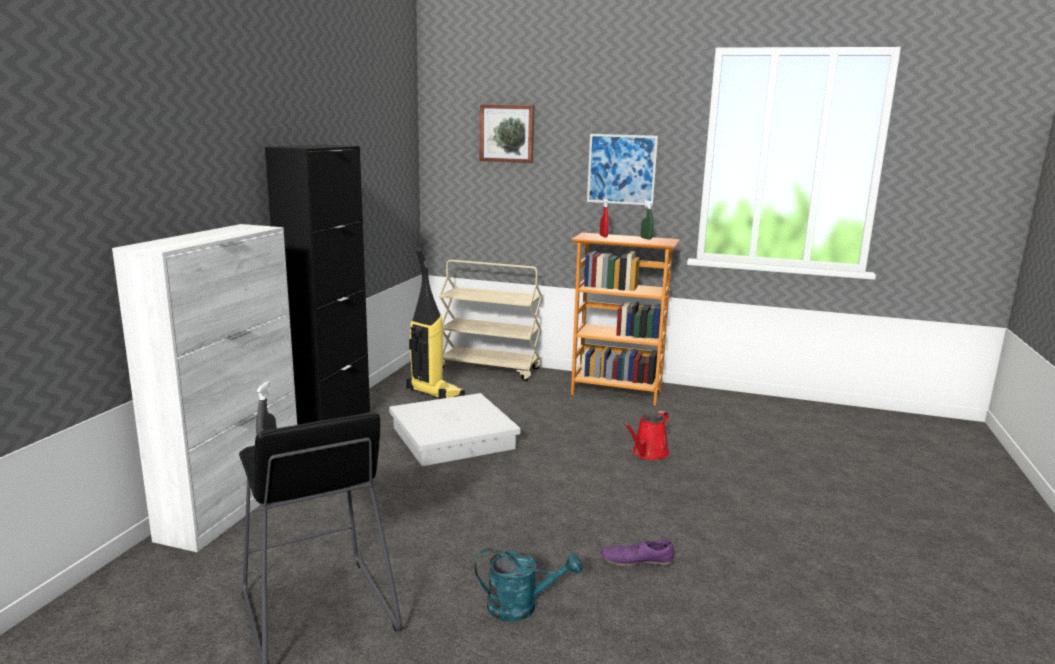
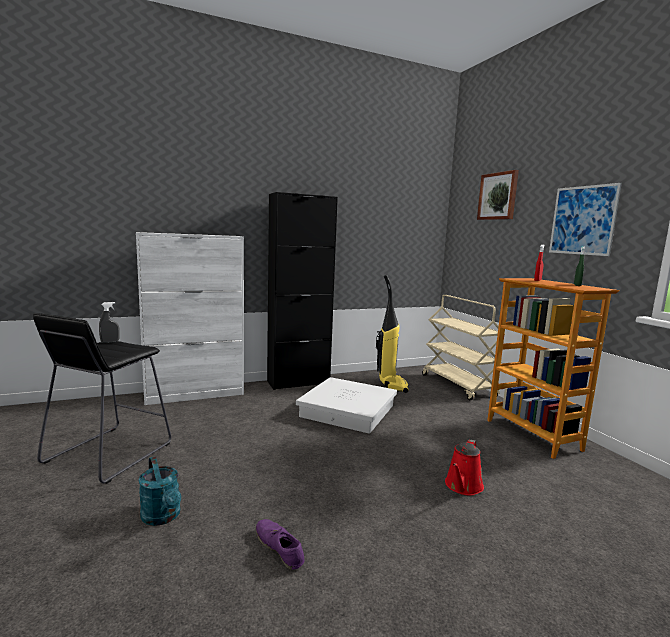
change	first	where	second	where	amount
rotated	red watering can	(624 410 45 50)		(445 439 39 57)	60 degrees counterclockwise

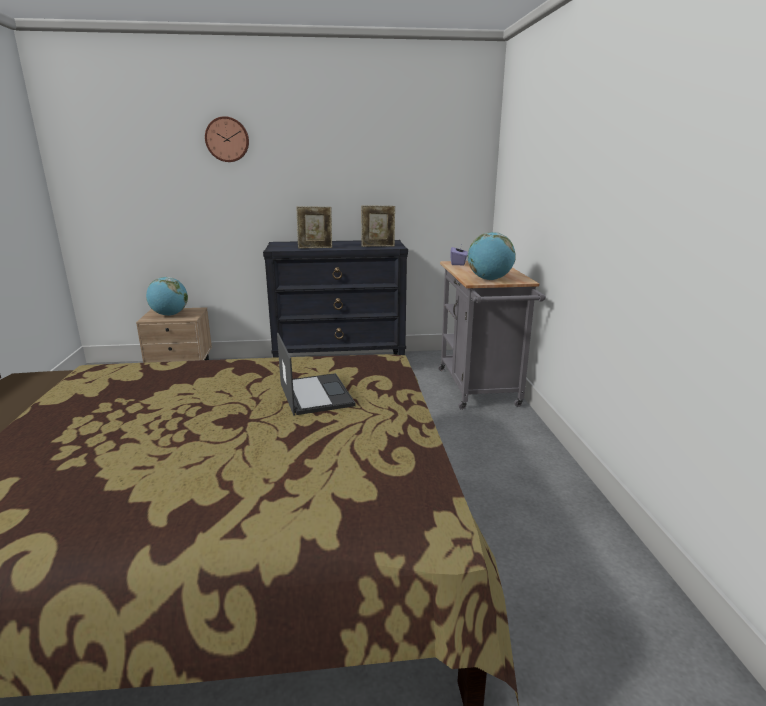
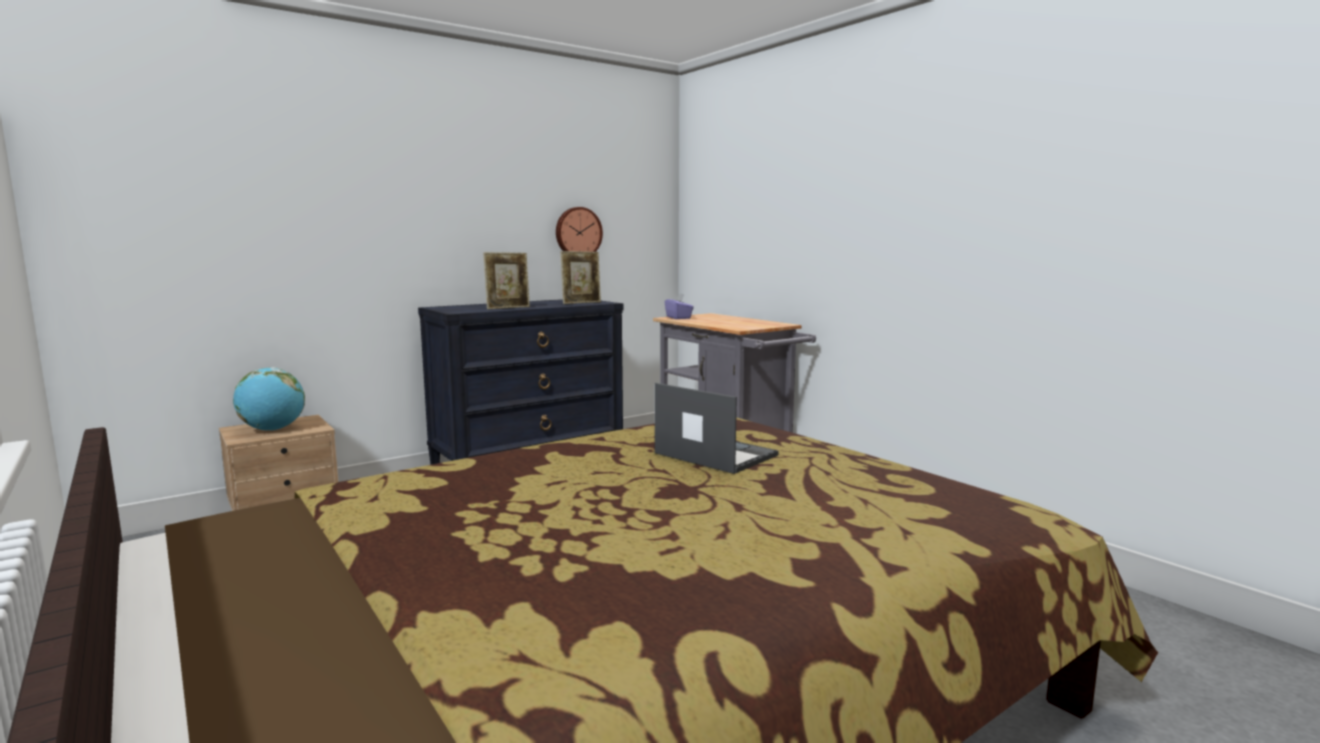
change	first	where	second	where	amount
shifted	wall clock	(205 116 44 46)		(556 207 47 45)	
gone	globe	(468 232 48 48)			

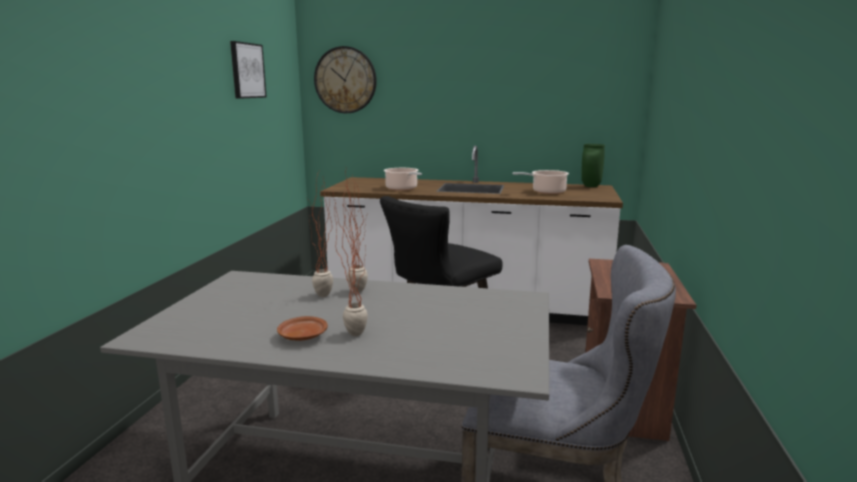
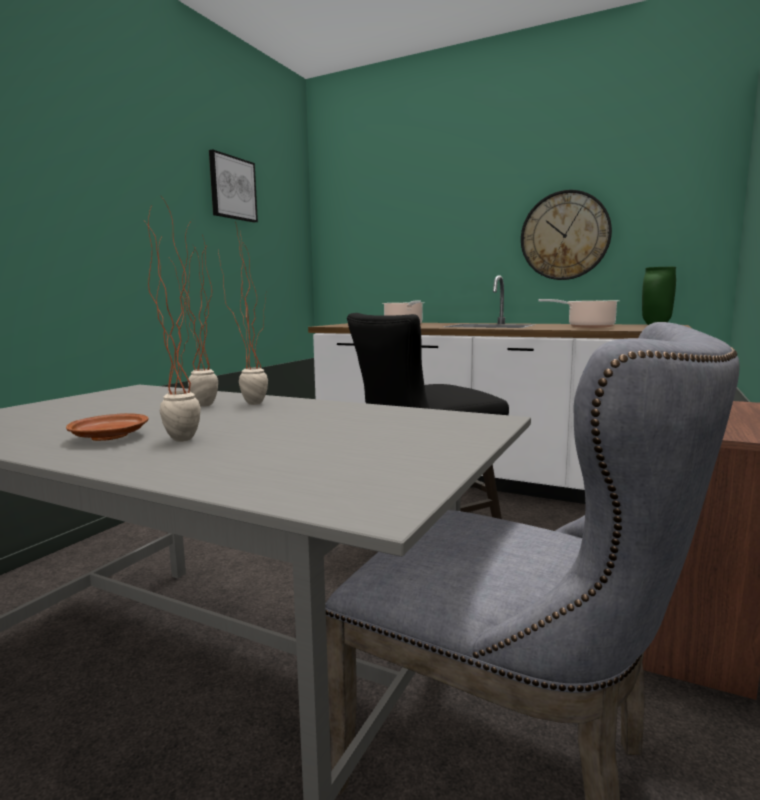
change	first	where	second	where	amount
shifted	wall clock	(314 46 63 67)		(521 190 91 90)	

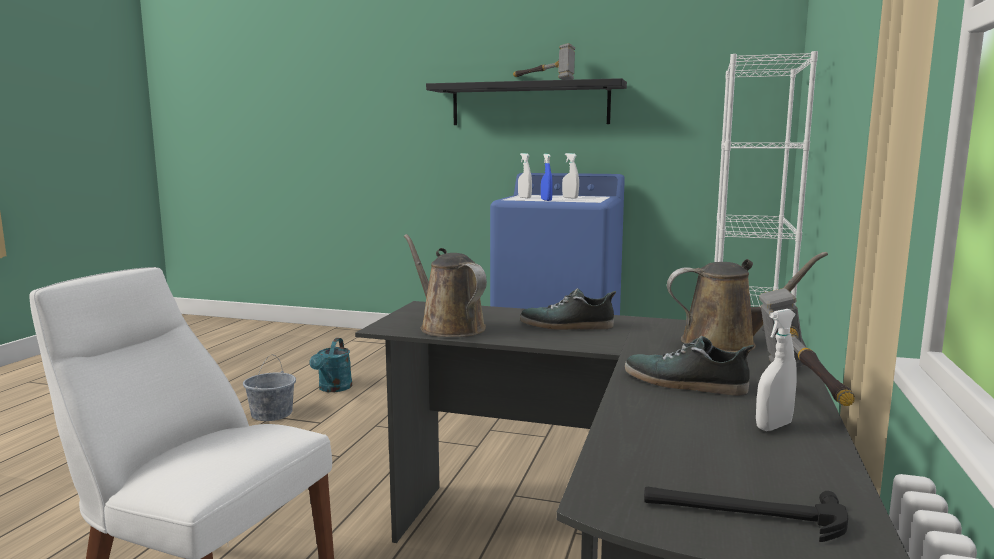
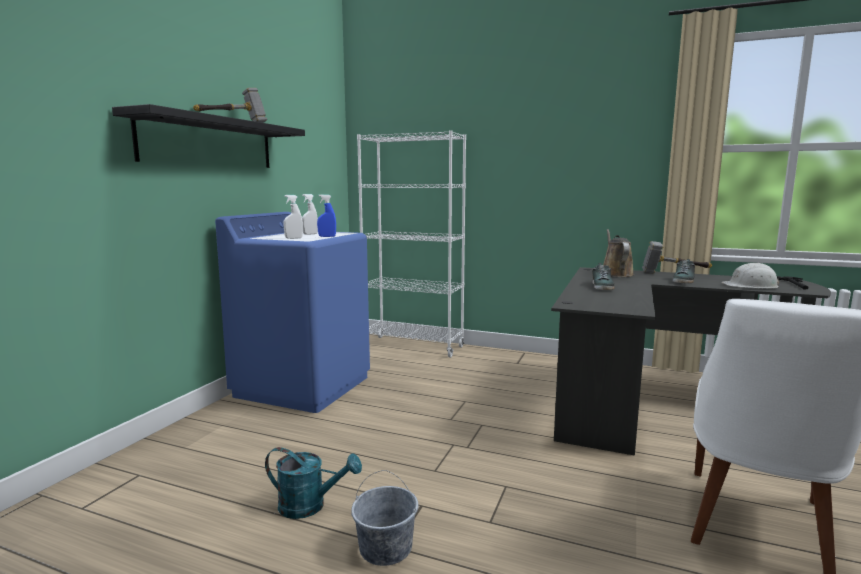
change	first	where	second	where	amount
new			white hard hat	(721 263 58 26)	
gone	brown watering can	(404 234 83 103)			
gone	white spray bottle	(756 309 41 122)			

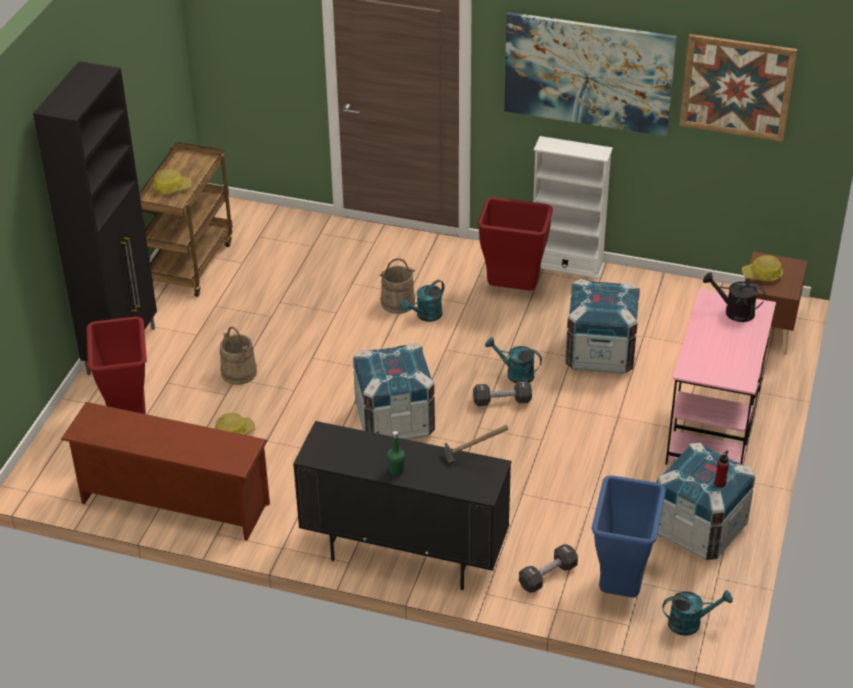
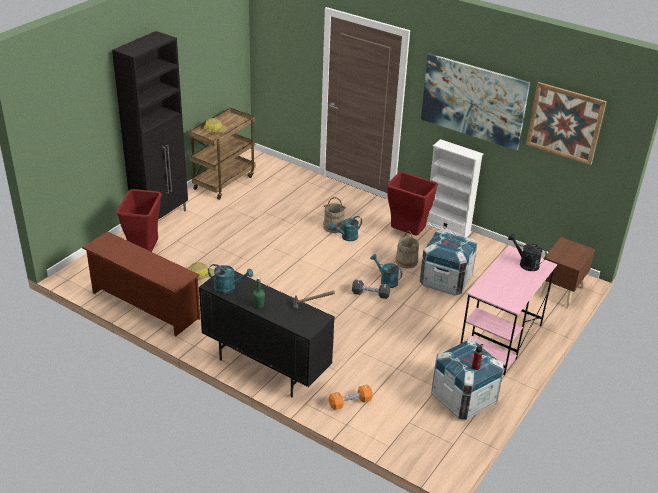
change	first	where	second	where	amount
shifted	turquoise watering can	(662 590 71 46)		(208 264 45 30)	
repainted	black dumbbell	(519 544 59 49)	orange dumbbell	(329 385 44 25)	
shifted	beige bucket	(220 327 37 58)		(395 230 24 38)	
gone	crate	(353 343 82 97)			
gone	blue trash can	(592 475 74 123)			
gone	hard hat	(742 255 41 26)			

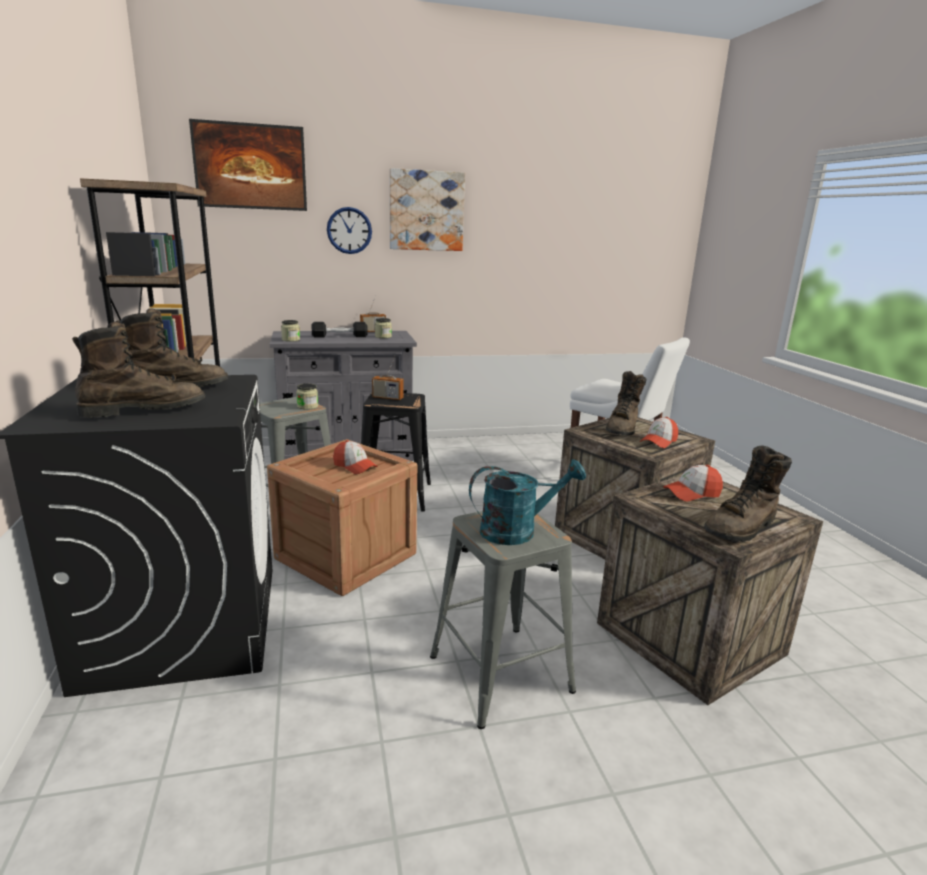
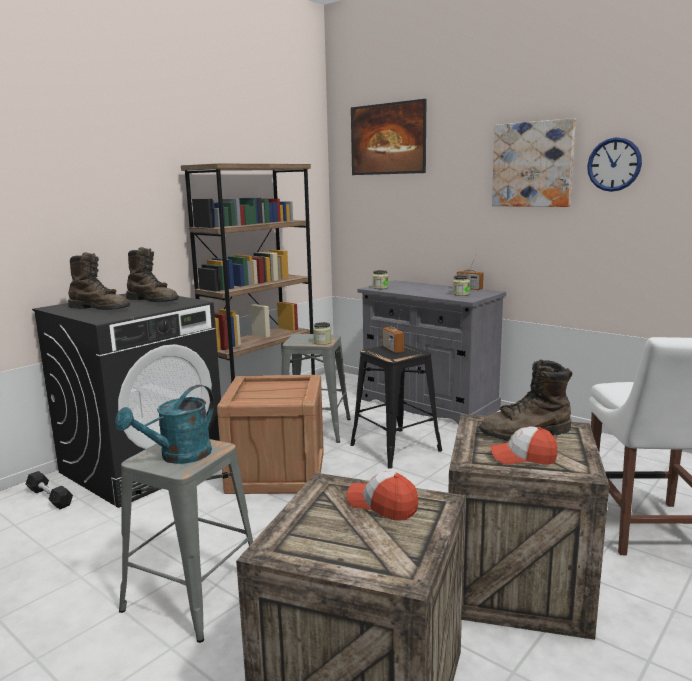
change	first	where	second	where	amount
shifted	black dumbbell	(311 322 57 16)		(26 471 47 38)	
rotated	turquoise watering can	(469 459 117 86)		(115 385 99 79)	90 degrees clockwise
shifted	wall clock	(327 207 45 47)		(587 137 55 55)	
gone	cap	(333 440 45 34)			
gone	brown boot	(704 446 88 96)			

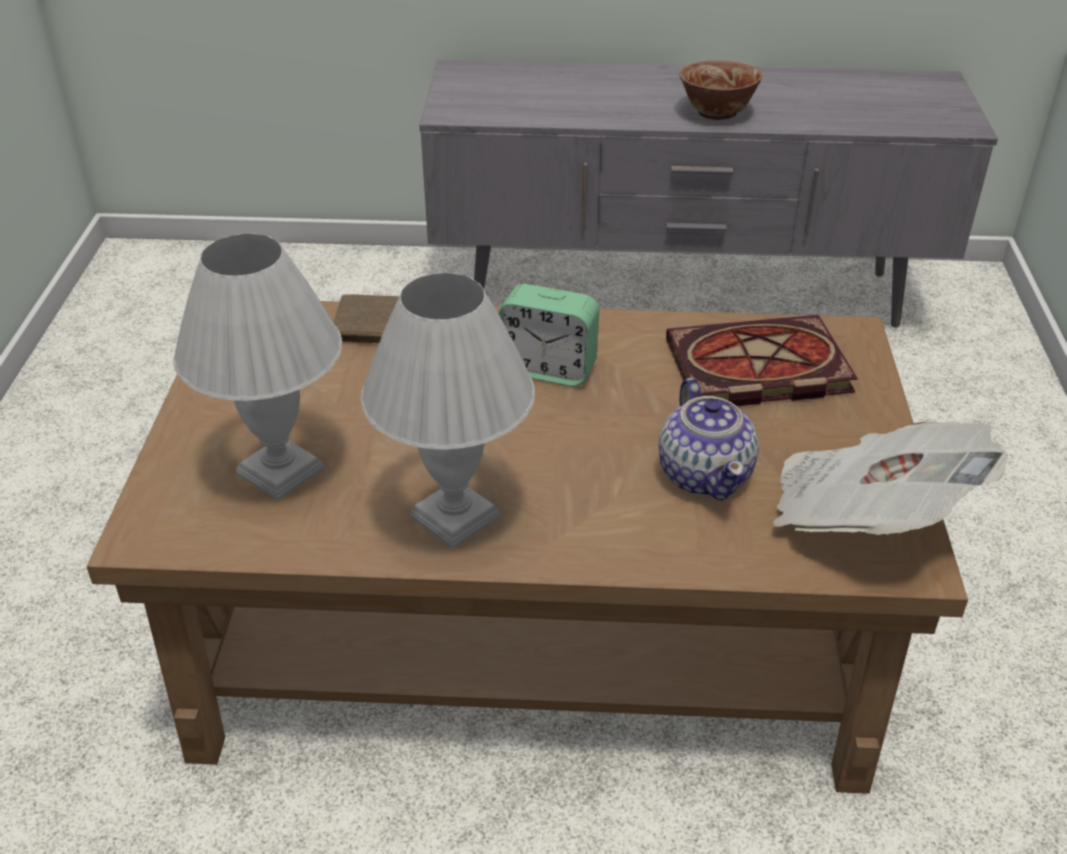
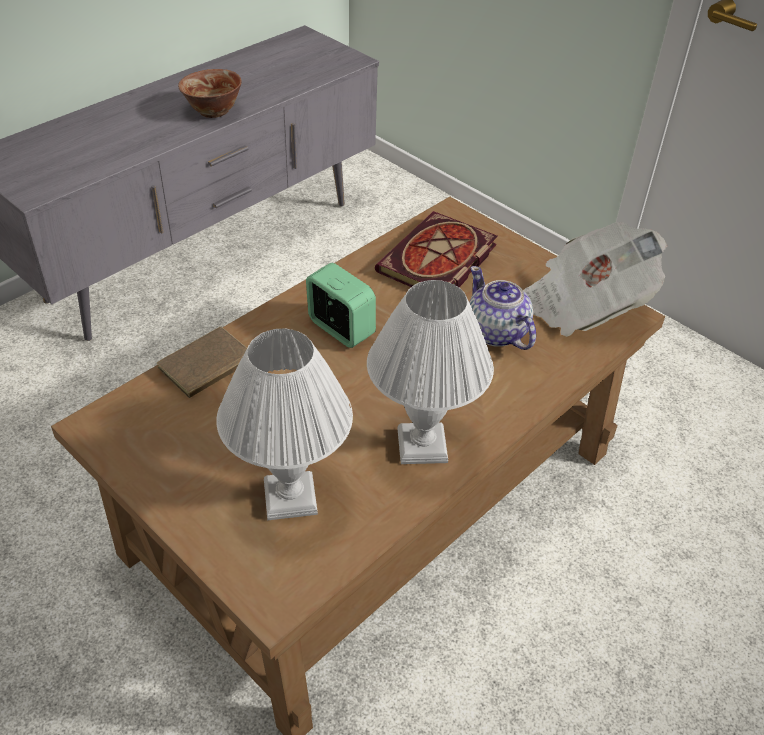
change	first	where	second	where	amount
rotated	alarm clock	(498 284 101 103)		(306 263 70 85)	105 degrees counterclockwise
rotated	teapot	(659 378 100 123)		(469 266 67 84)	150 degrees counterclockwise

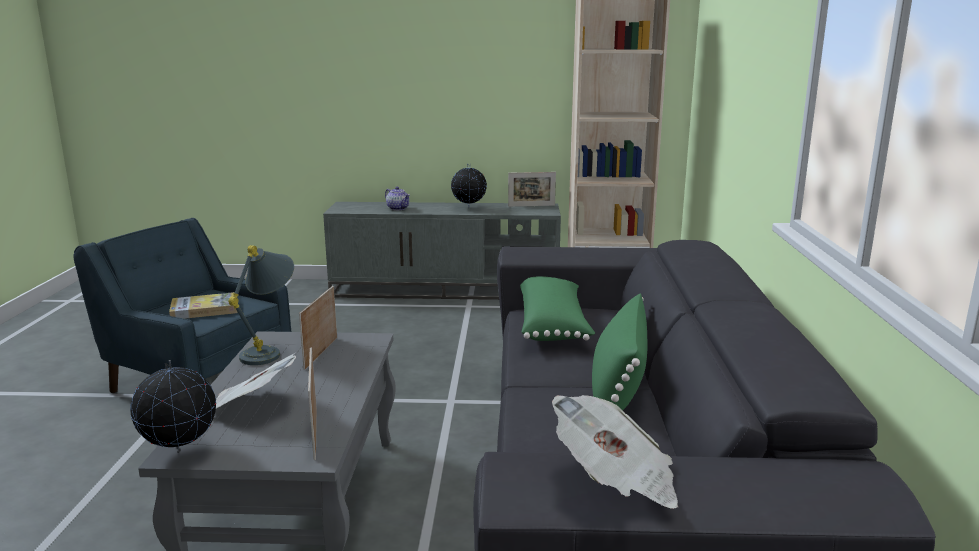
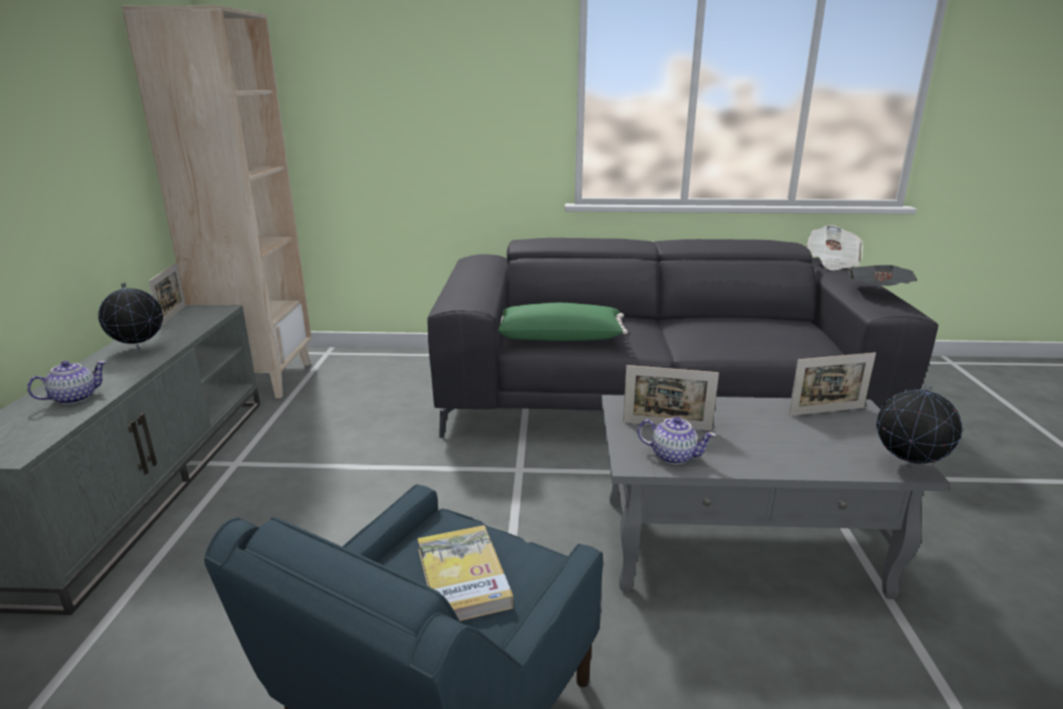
change	first	where	second	where	amount
swapped	grey table lamp	(228 245 66 120)	teapot	(638 417 77 47)	
shifted	newspaper	(216 353 80 56)		(806 225 57 45)	
gone	green pillow	(592 293 56 118)			

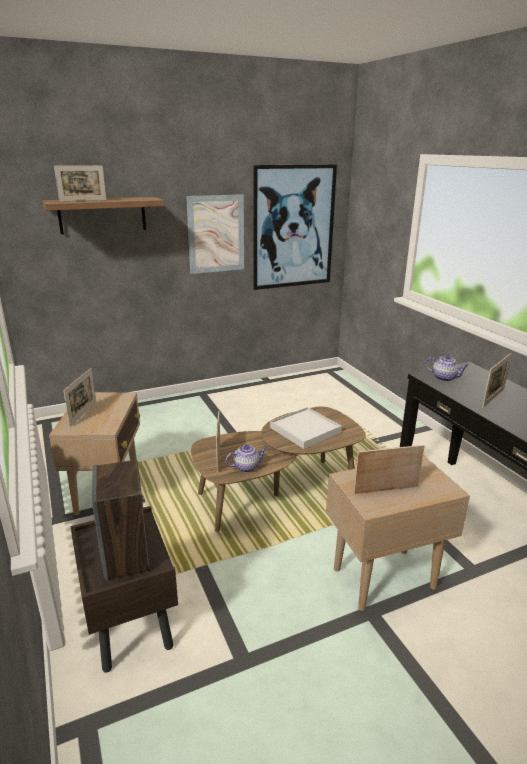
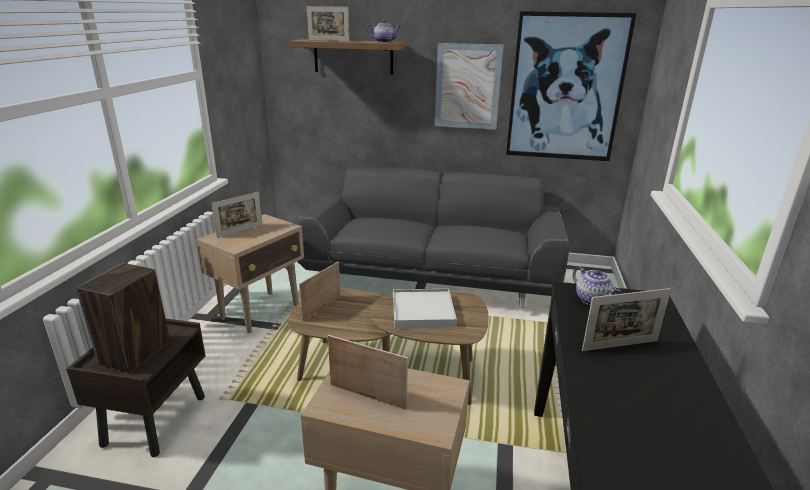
change	first	where	second	where	amount
new			grey sofa	(297 166 272 141)	
shifted	teapot	(226 445 41 27)		(368 20 33 22)	

